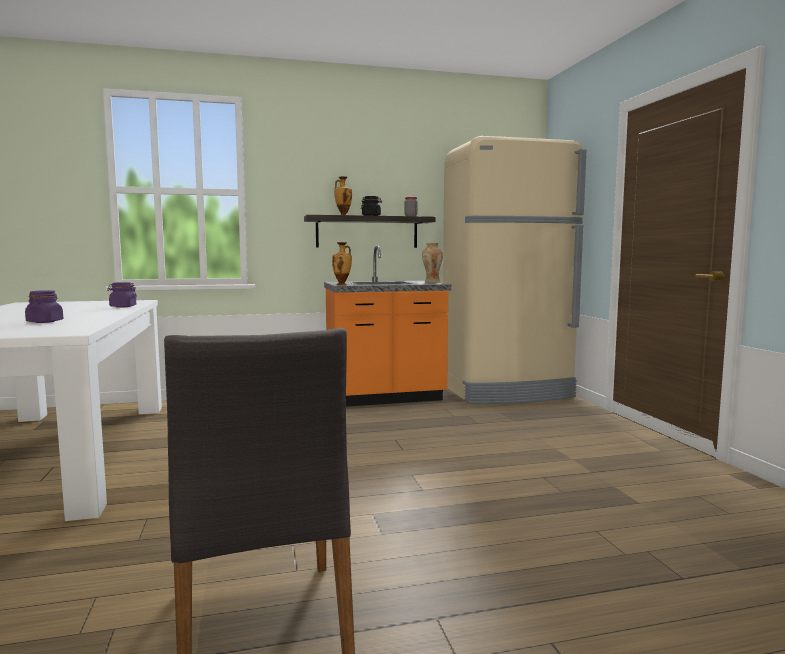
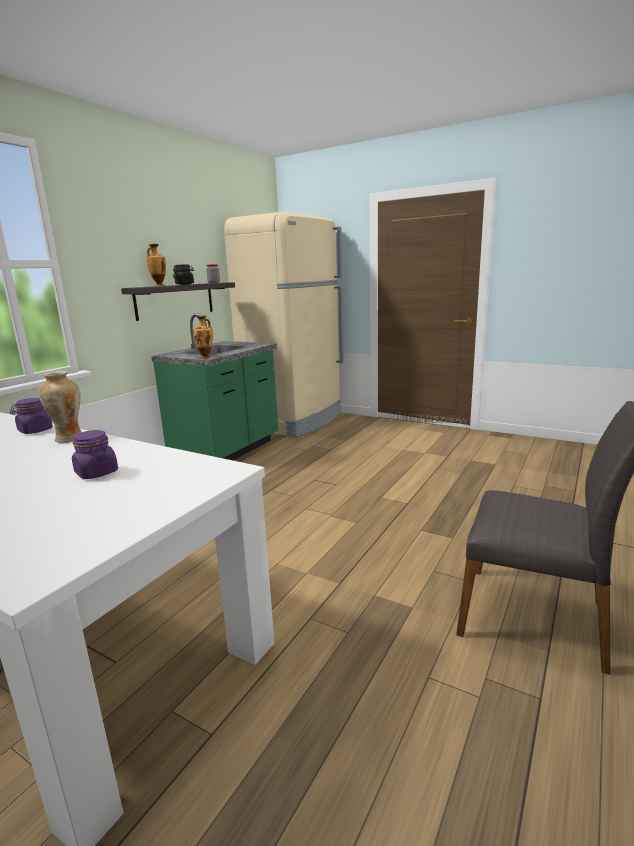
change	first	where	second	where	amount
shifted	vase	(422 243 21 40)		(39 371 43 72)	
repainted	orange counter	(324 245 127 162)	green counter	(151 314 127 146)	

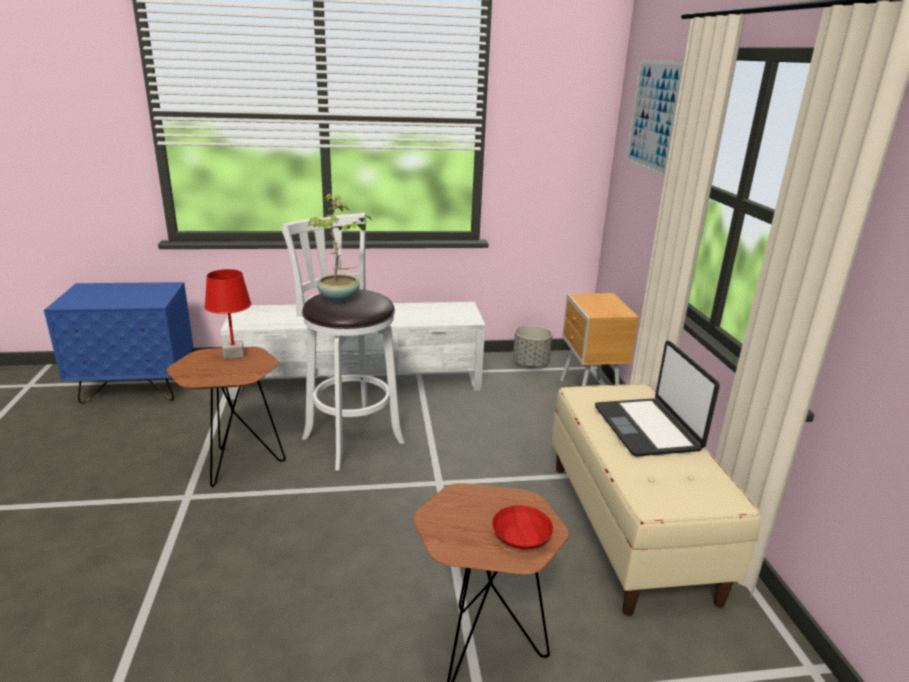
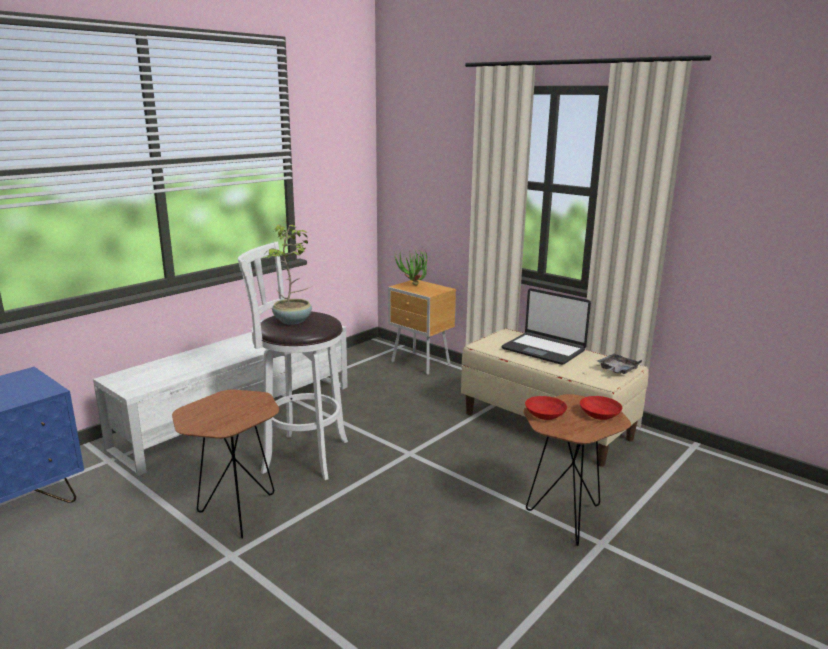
change	first	where	second	where	amount
new			potted plant	(395 249 32 37)	
new			red bowl	(525 396 42 24)	
new			grey tray	(597 354 45 20)	
gone	red table lamp	(204 269 48 90)			
gone	grey planter	(513 325 40 42)			
gone	picture	(626 59 58 118)			

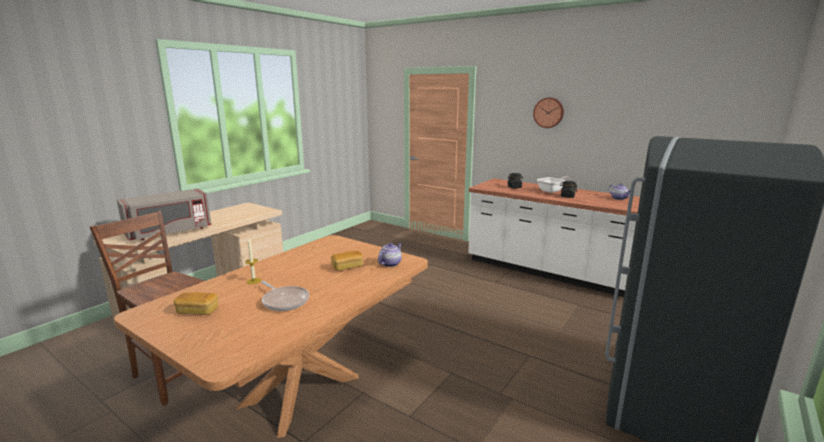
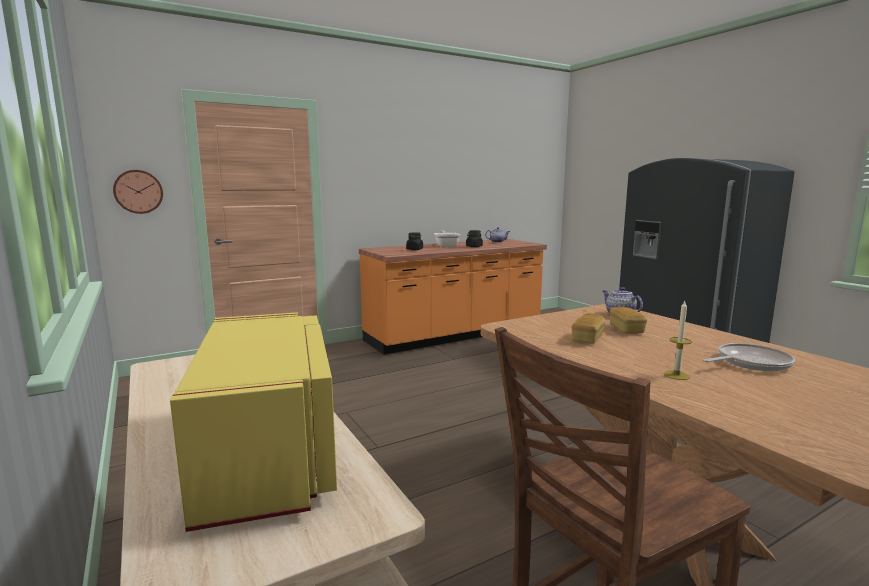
change	first	where	second	where	amount
shifted	wall clock	(533 98 31 30)		(113 170 50 44)	
repainted	grey microwave	(117 188 94 52)	yellow microwave	(170 312 167 220)	
repainted	white counter	(468 178 172 119)	orange counter	(359 239 188 116)	
shifted	bread	(174 292 44 23)		(572 313 33 31)	

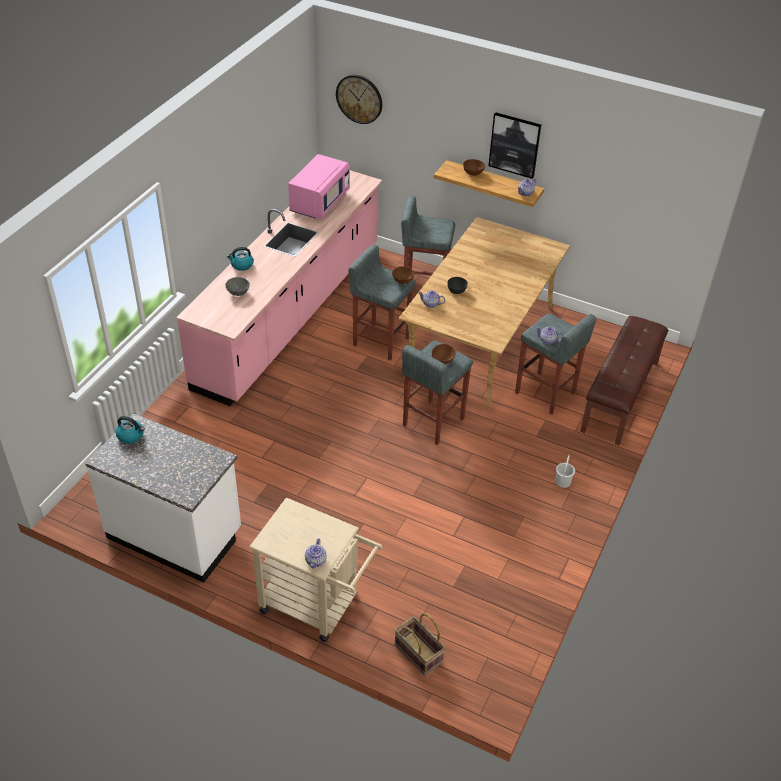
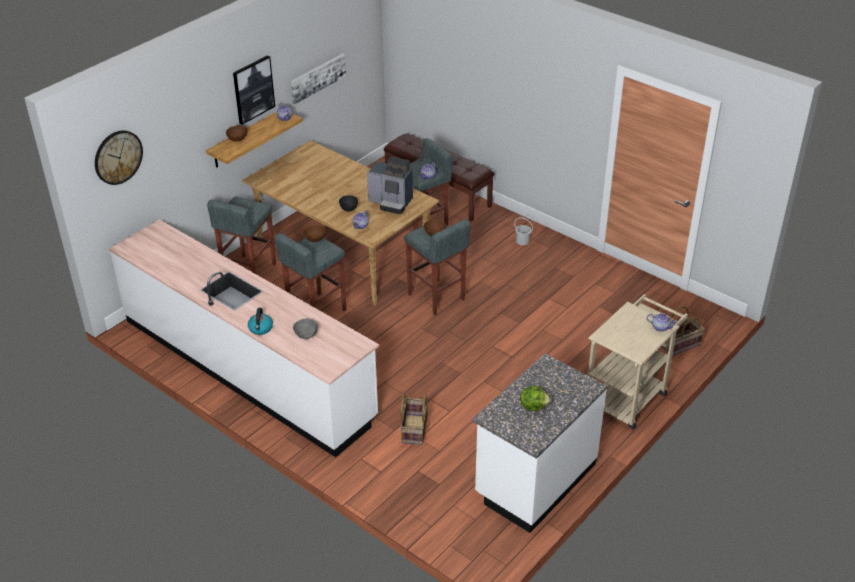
change	first	where	second	where	amount
repainted	pink counter	(176 170 206 236)	white counter	(109 219 270 238)	
new			picture	(291 53 55 51)	
new			coffee machine	(367 156 46 58)	
new			basket	(400 393 28 52)	
new			lettuce	(520 385 31 26)	
gone	kettle	(115 416 30 28)			
gone	pink microwave	(288 154 62 65)			

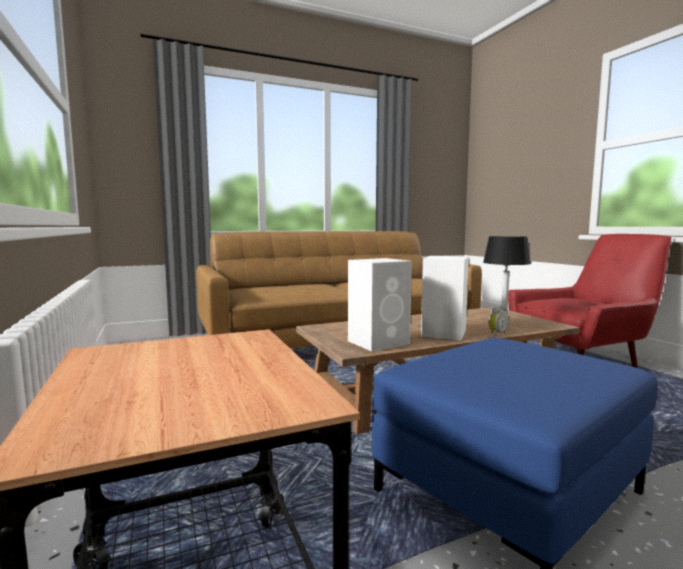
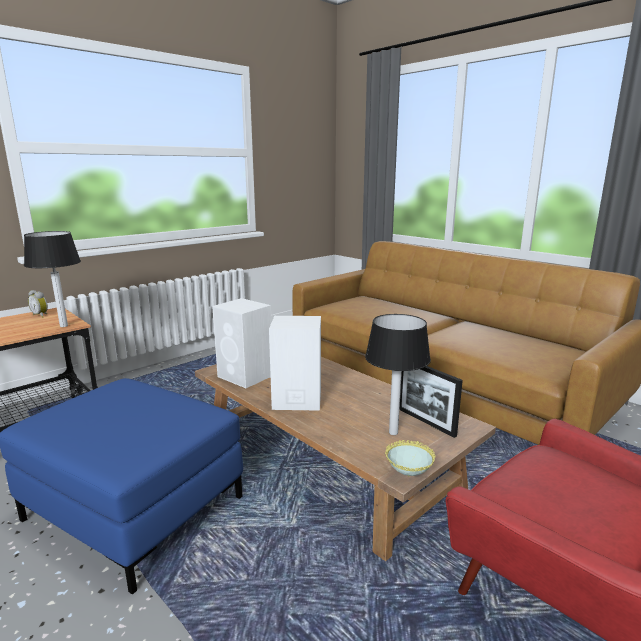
change	first	where	second	where	amount
new			table lamp	(24 231 57 96)	
shifted	alarm clock	(488 305 21 31)		(28 290 20 28)	
new			bowl	(385 440 51 37)	
new			picture frame	(400 366 63 72)	

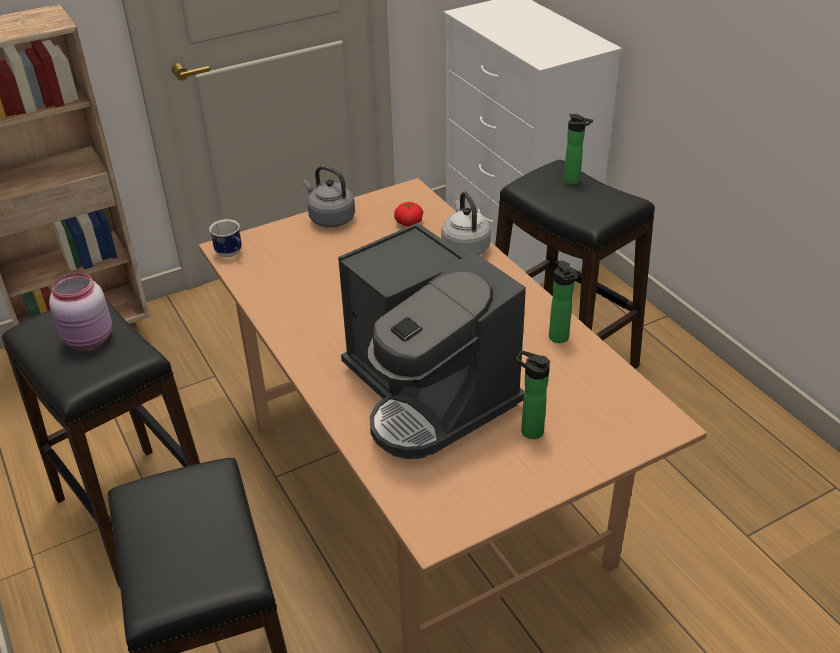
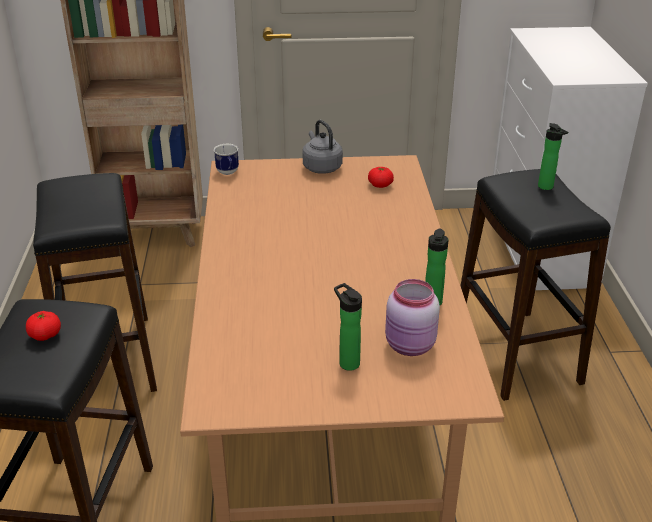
change	first	where	second	where	amount
new			tomato	(26 311 35 30)	
shifted	pink jar	(49 273 63 77)		(385 279 55 77)	
gone	coffee machine	(338 223 188 236)			
gone	grey kettle	(441 192 50 64)			

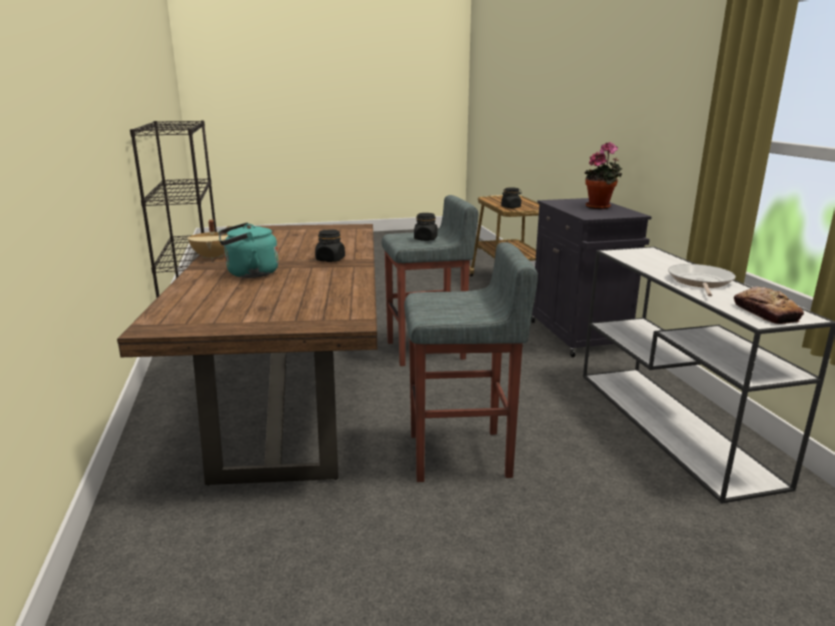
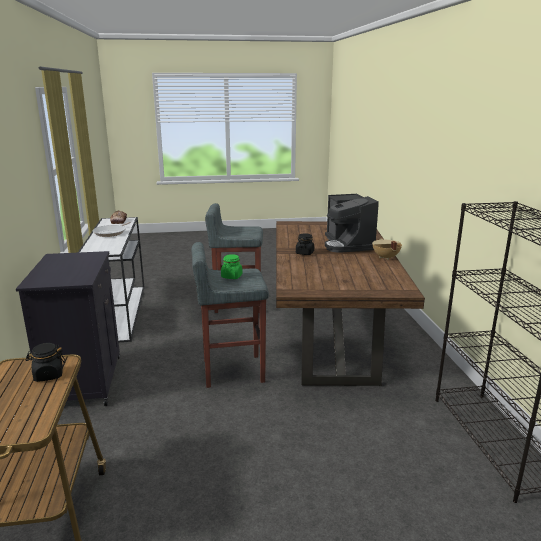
change	first	where	second	where	amount
repainted	black jar	(414 213 24 28)	green jar	(221 254 22 25)	
swapped	turquoise kettle	(218 223 61 55)	coffee machine	(325 194 54 59)	
gone	potted plant	(585 142 37 67)			

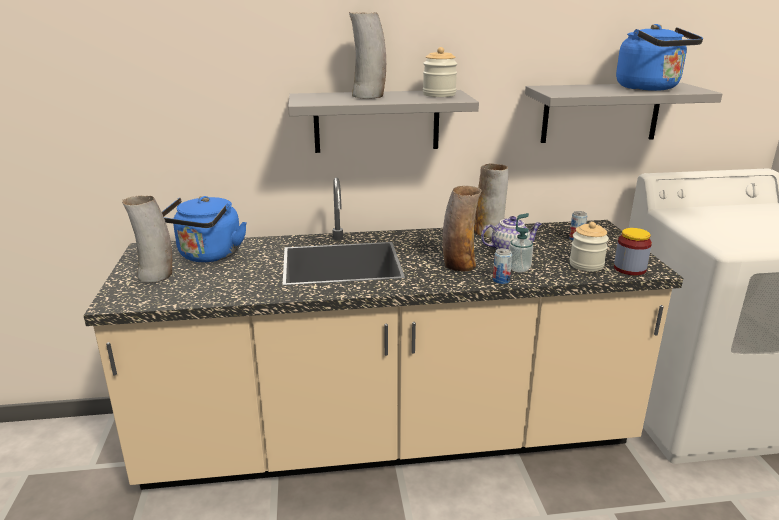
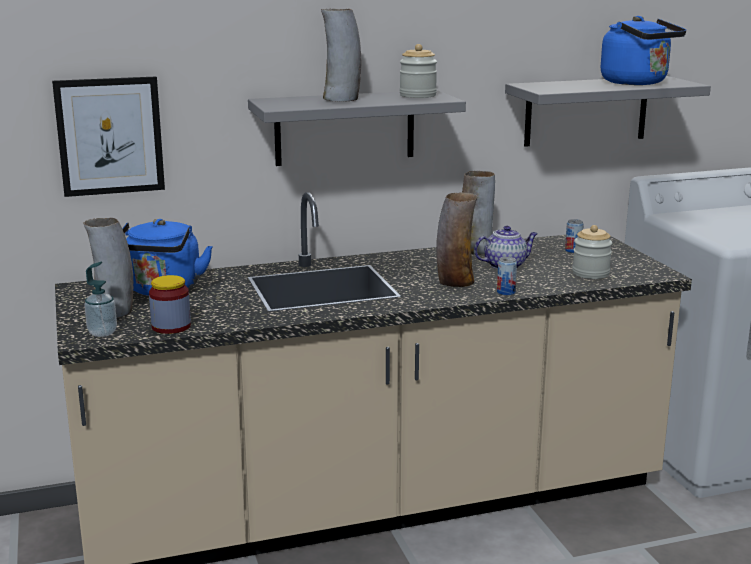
change	first	where	second	where	amount
new			picture	(52 76 113 121)	
shifted	soap dispenser	(509 213 24 60)		(84 262 33 75)	
shifted	jar	(614 228 38 47)		(149 275 42 59)	

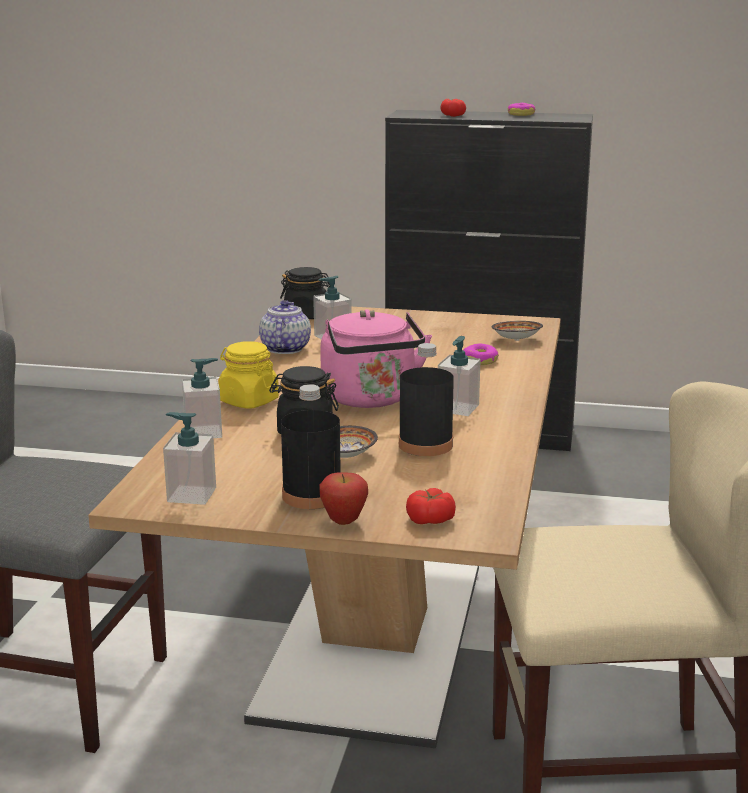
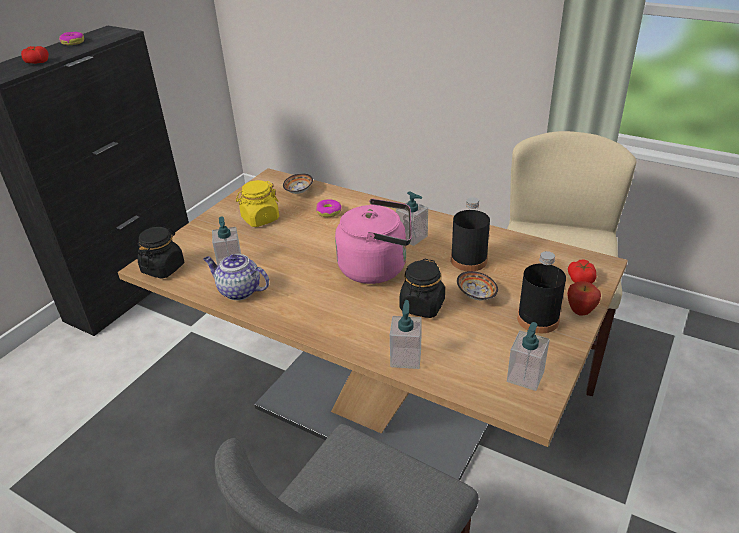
change	first	where	second	where	amount
shifted	yellow jar	(218 341 61 68)		(236 180 43 47)	

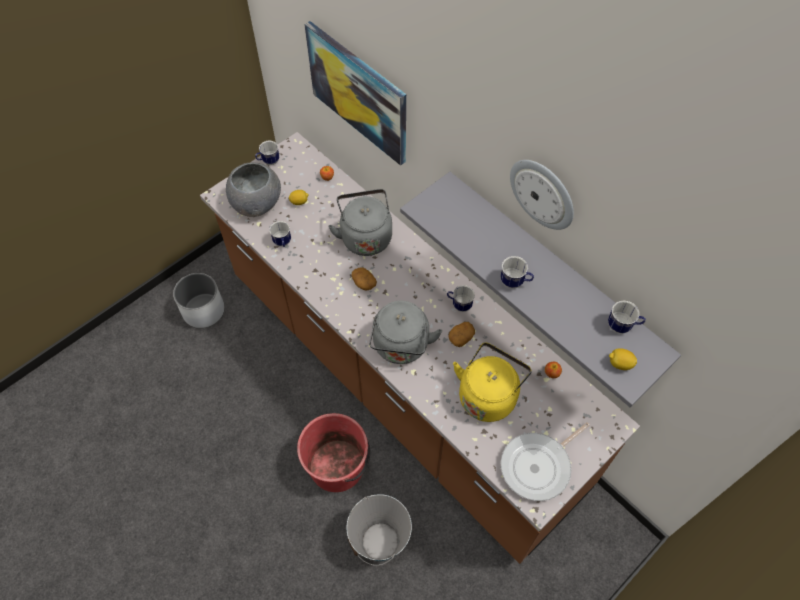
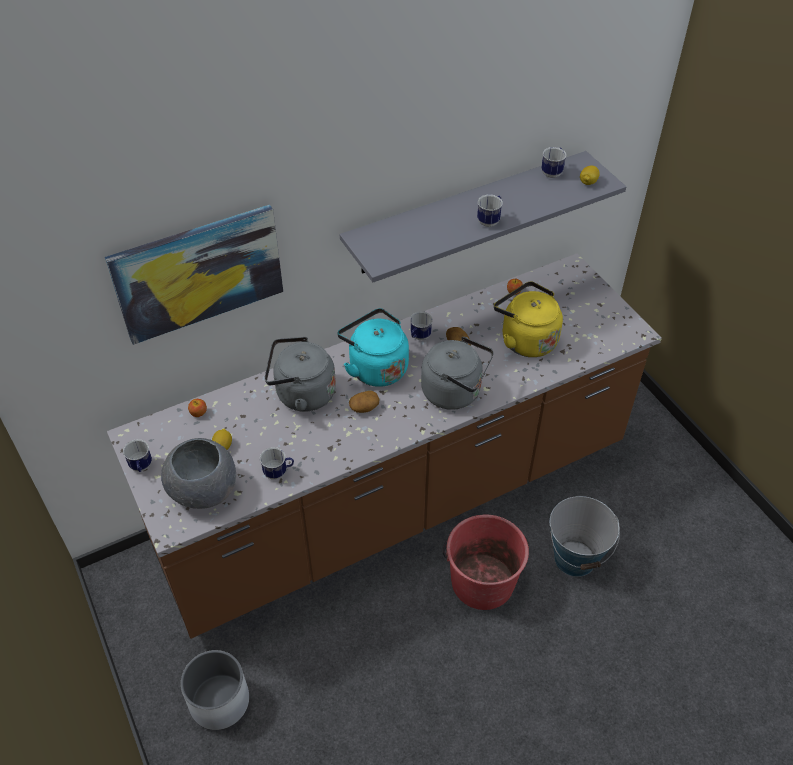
change	first	where	second	where	amount
new			turquoise kettle	(338 308 71 79)	
gone	frying pan	(501 422 89 79)			
gone	wall clock	(510 160 64 70)			

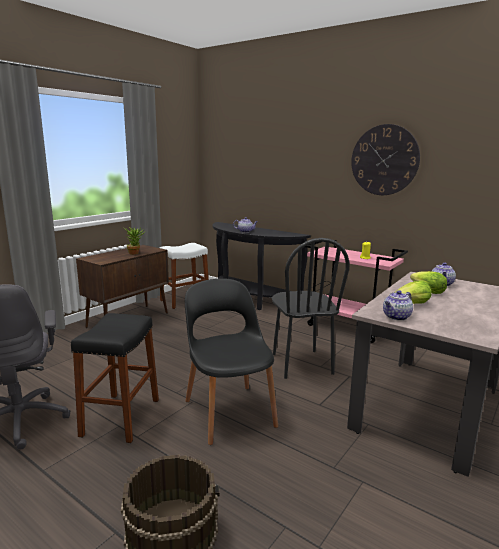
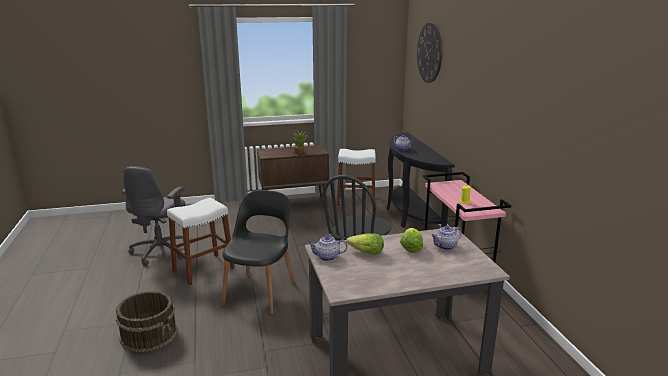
change	first	where	second	where	amount
repainted	black stool	(71 313 88 130)	white stool	(167 198 68 87)	
shifted	wall clock	(351 124 69 71)		(417 23 25 60)	

